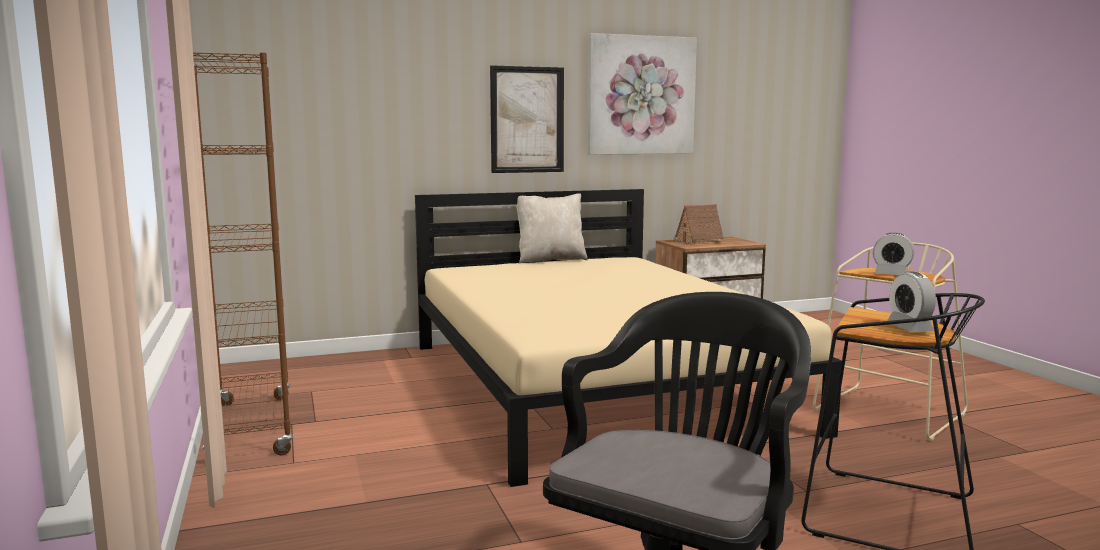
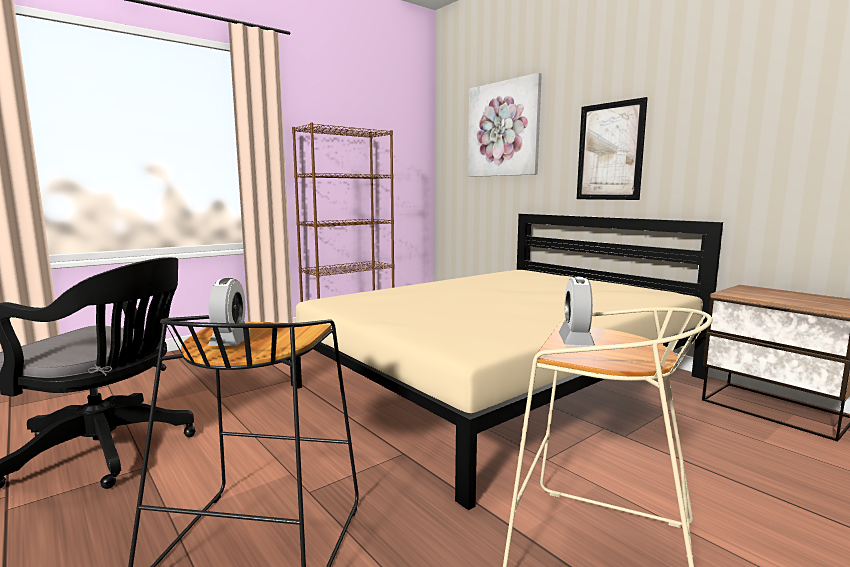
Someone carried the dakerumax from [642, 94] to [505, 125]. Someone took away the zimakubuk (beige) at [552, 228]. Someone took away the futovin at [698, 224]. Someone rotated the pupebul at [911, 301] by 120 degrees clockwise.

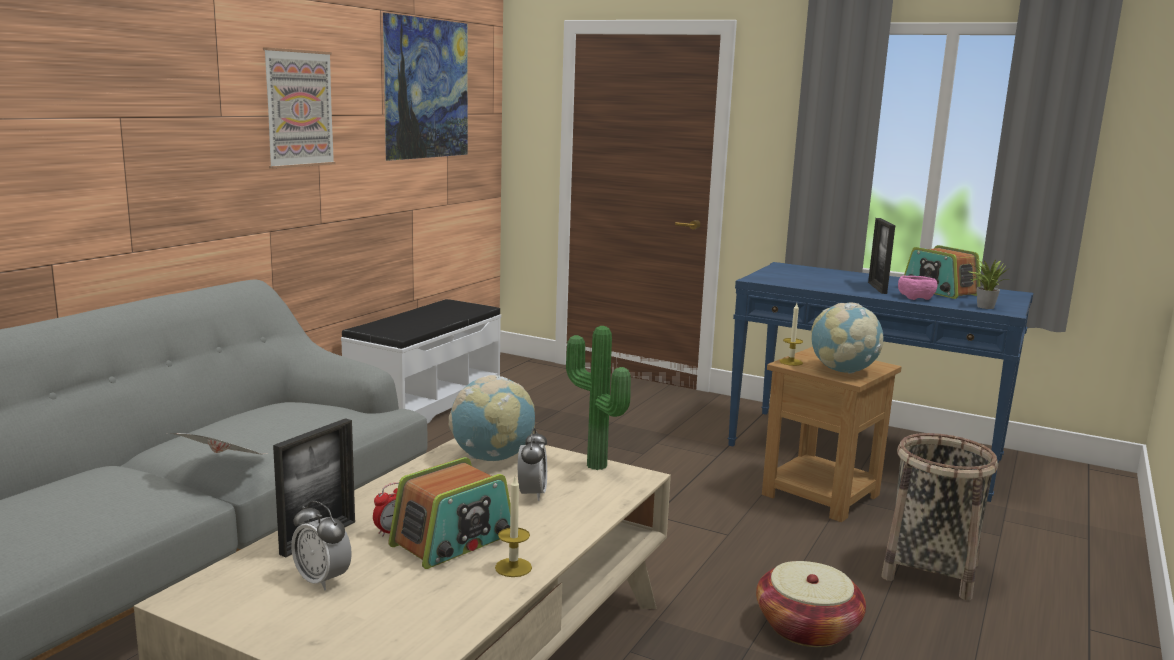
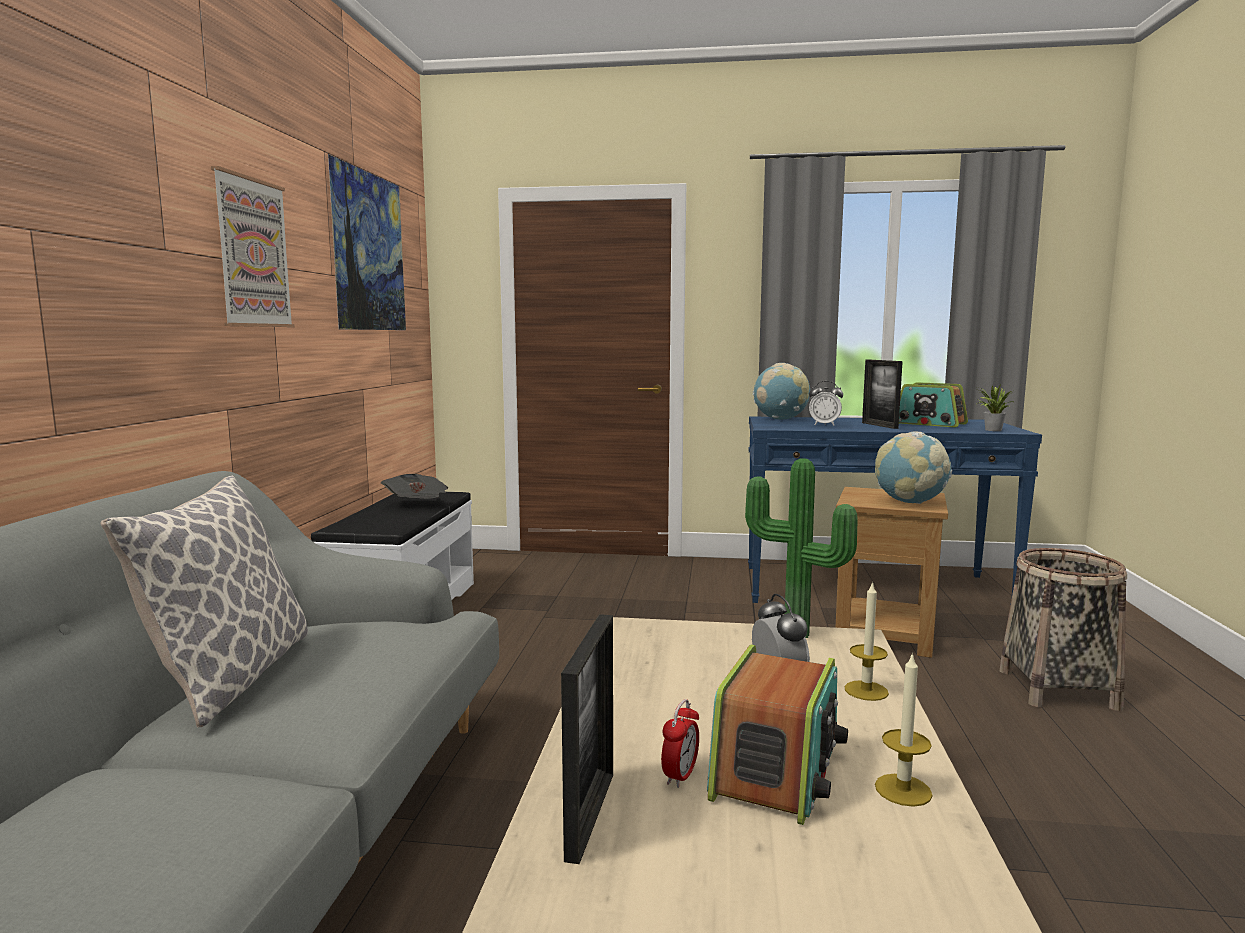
Someone took away the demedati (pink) at [917, 287]. Someone carried the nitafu from [791, 334] to [867, 641]. Someone carried the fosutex from [492, 418] to [781, 391]. Someone carried the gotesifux from [220, 443] to [415, 486]. Someone carried the pupebul from [321, 546] to [826, 403]. Someone took away the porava at [811, 604]. Someone put down the zimakubuk at [204, 602].

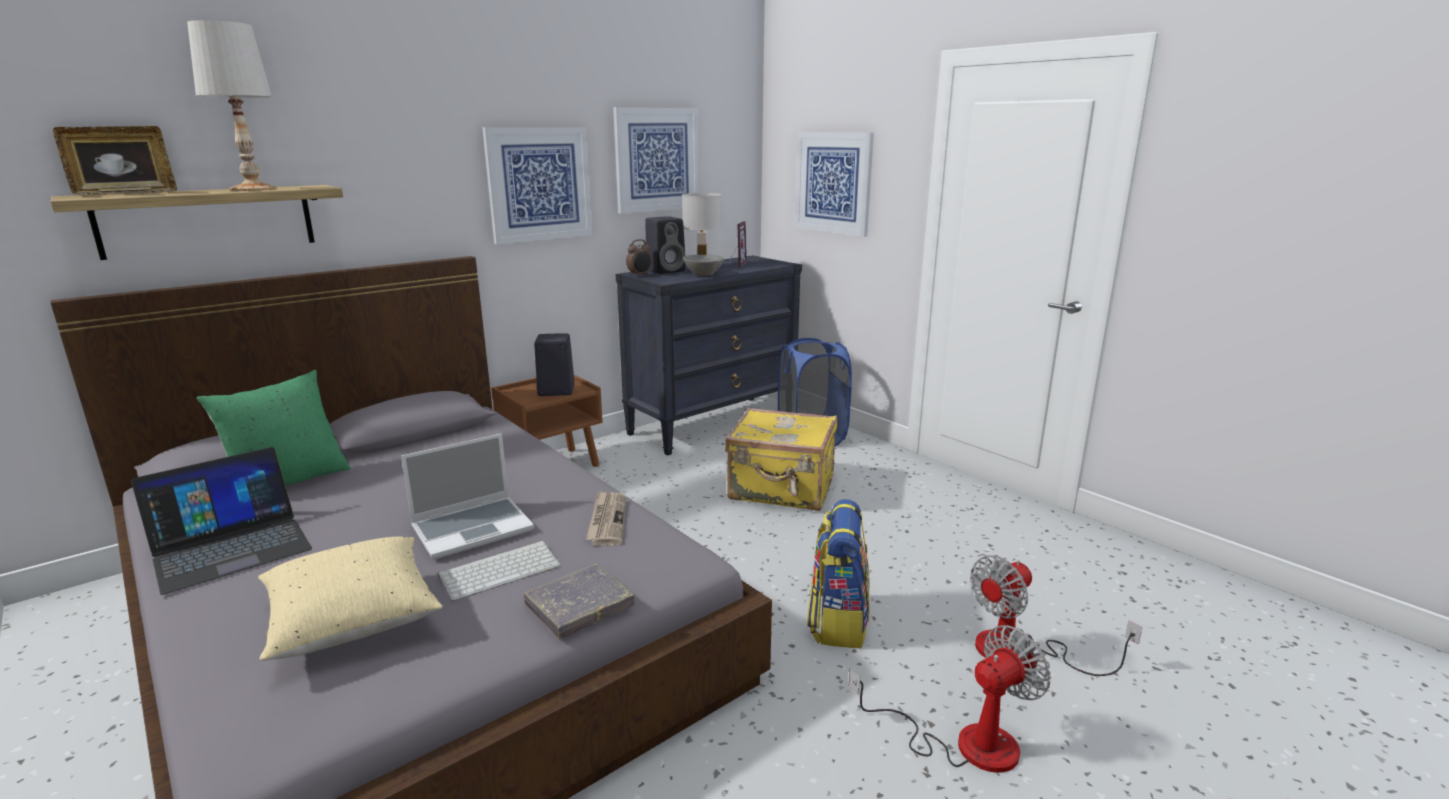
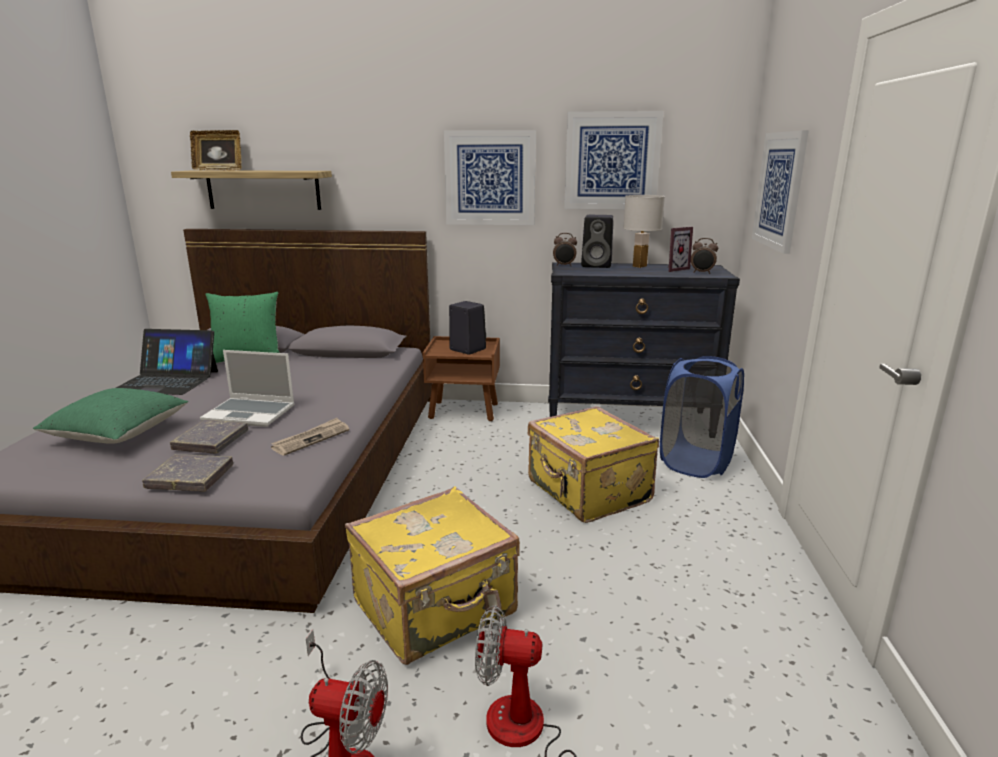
Someone took away the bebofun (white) at [232, 105]. Someone took away the demedati (grey) at [703, 265]. Someone swapped the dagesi at [838, 573] for the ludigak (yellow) at [432, 575]. Someone repainted the zimakubuk (beige) at [350, 599], which became the zimakubuk (green) at [110, 416]. Someone swapped the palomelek at [499, 571] for the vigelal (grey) at [209, 436]. Someone put down the pupebul at [704, 256].

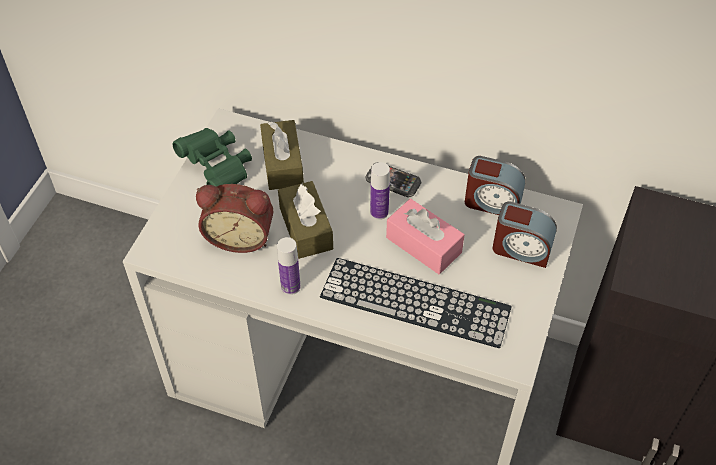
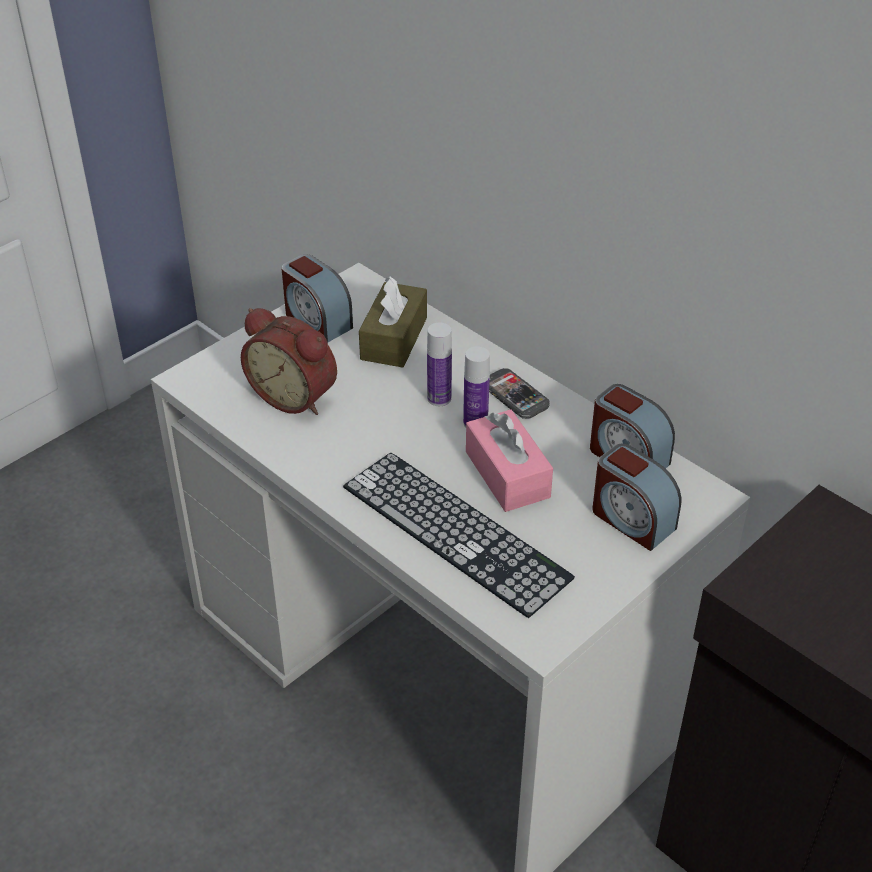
Someone swapped the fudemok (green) at [212, 157] for the pupebul at [317, 298]. Someone took away the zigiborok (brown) at [305, 220]. Someone carried the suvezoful from [289, 266] to [439, 364].

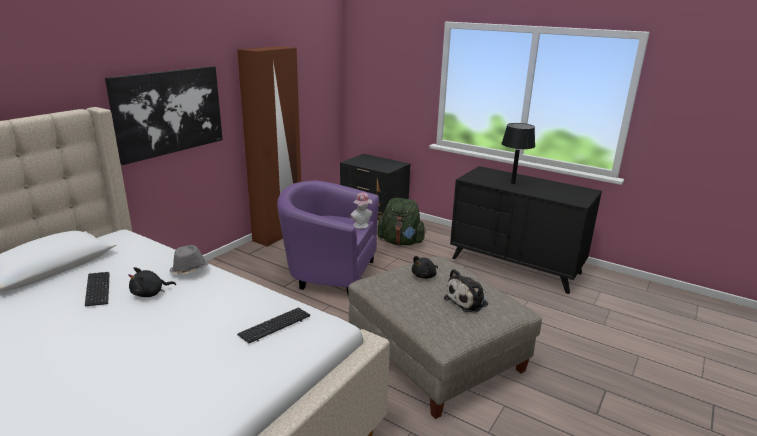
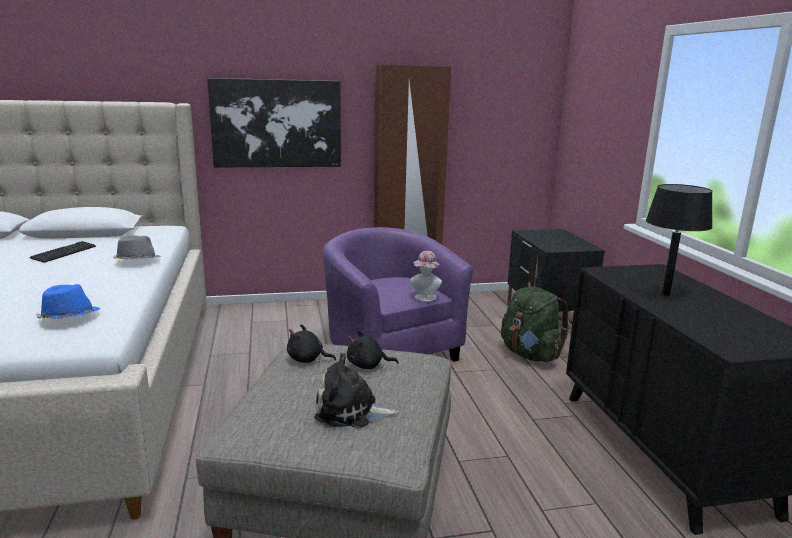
Someone carried the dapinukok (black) from [152, 282] to [311, 343]. Someone swapped the palomelek at [273, 325] for the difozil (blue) at [68, 302].

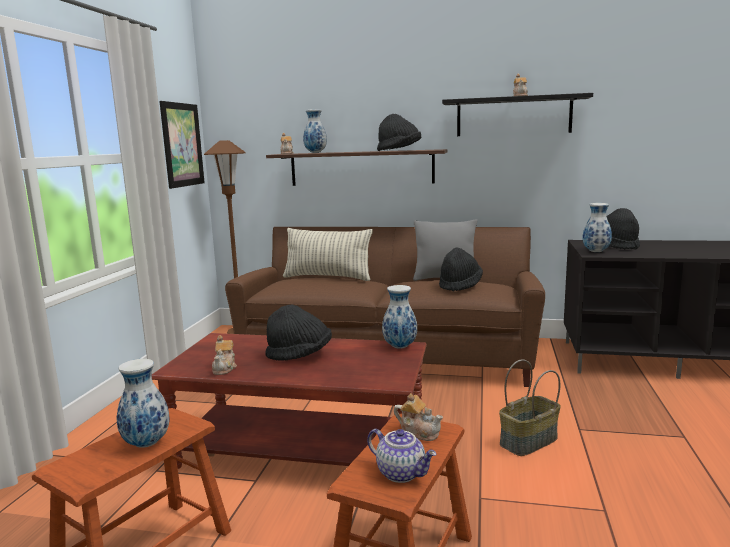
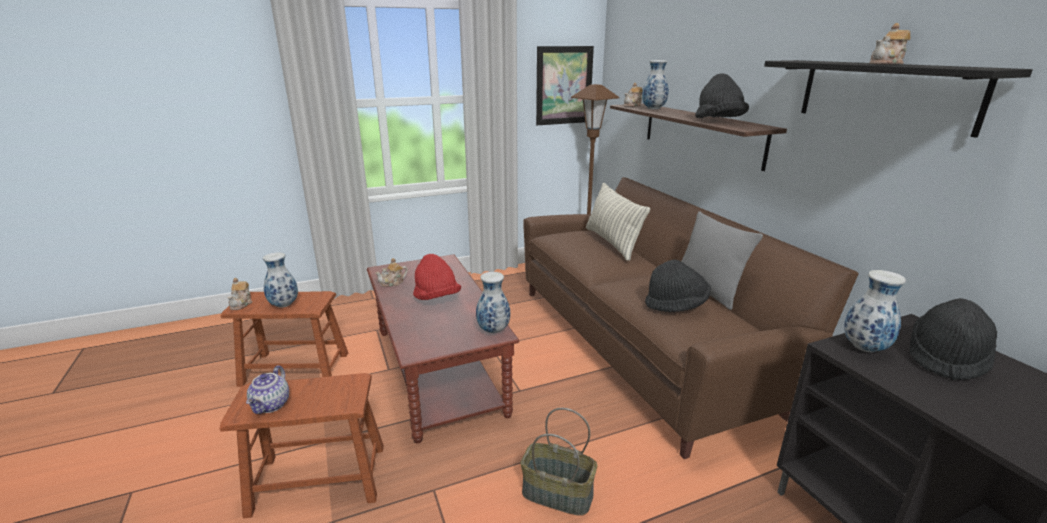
Someone repainted the difozil (black) at [299, 332], which became the difozil (red) at [437, 277]. Someone carried the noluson from [418, 417] to [240, 294].

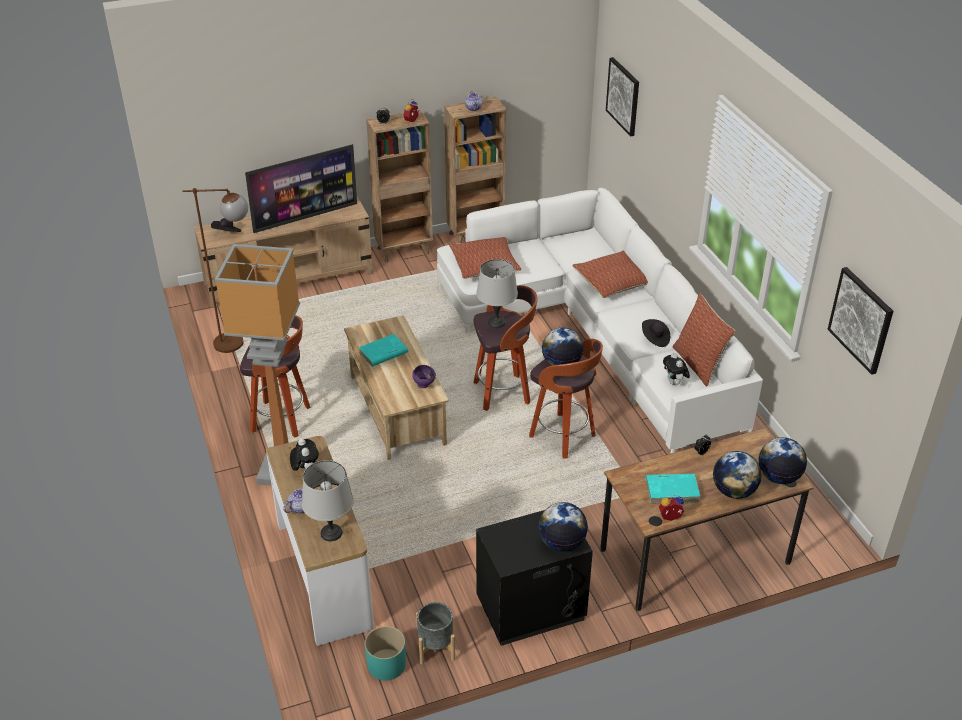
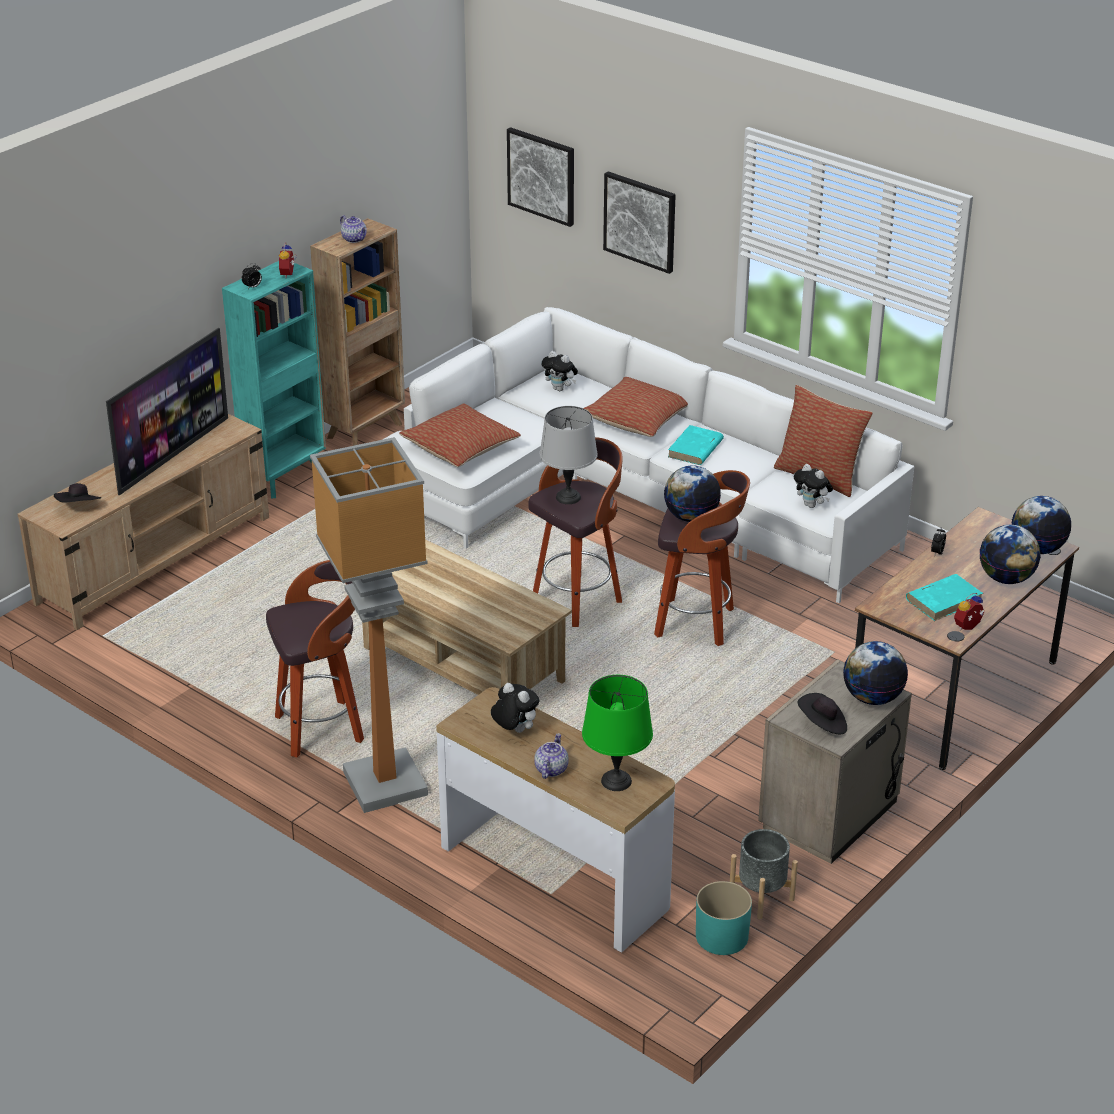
Someone repainted the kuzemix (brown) at [399, 186], which became the kuzemix (turquoise) at [274, 379]. Someone took away the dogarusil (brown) at [215, 270]. Someone carried the dakerumax from [860, 321] to [639, 222]. Someone carried the difozil (black) from [656, 333] to [822, 713]. Someone carried the vigelal (turquoise) from [383, 350] to [696, 445]. Someone took away the demedati (purple) at [424, 376]. Someone repainted the bebofun (grey) at [328, 500], which became the bebofun (green) at [617, 733]. Someone repainted the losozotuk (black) at [534, 578], which became the losozotuk (beige) at [835, 761]. Someone put down the dapinukok at [559, 371].

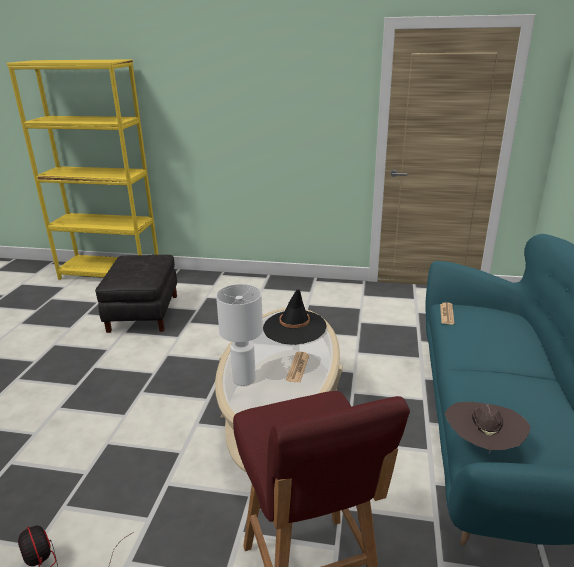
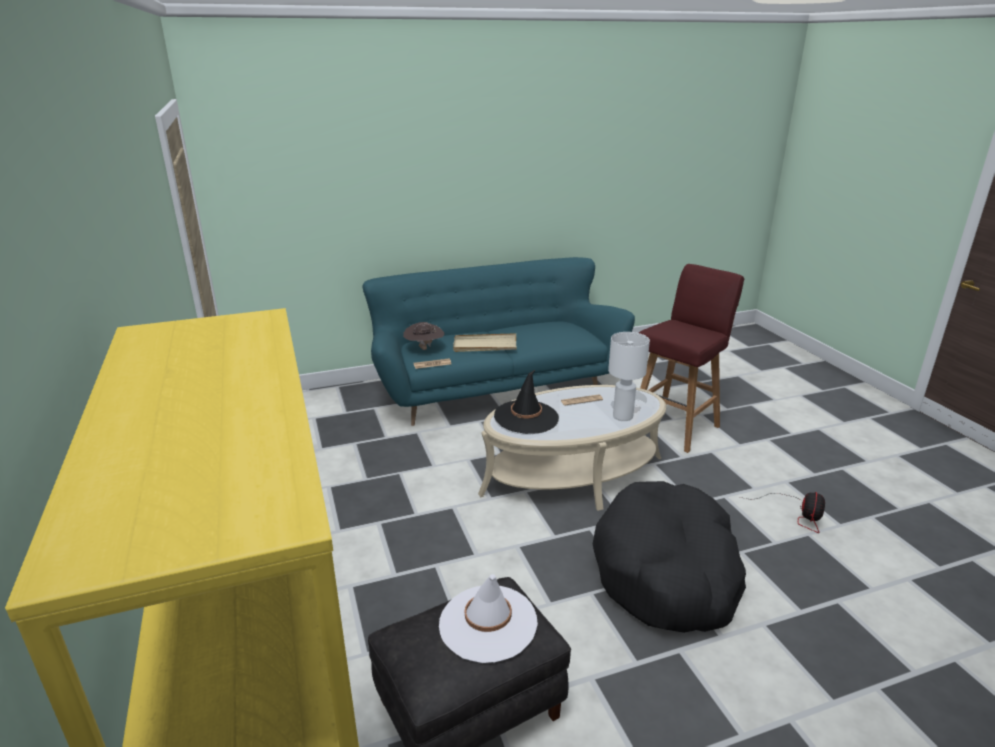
Someone carried the difozil (brown) from [487, 428] to [423, 336]. Someone put down the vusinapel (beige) at [485, 342]. Someone put down the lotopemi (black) at [669, 557]. Someone put down the difozil (white) at [488, 618].

